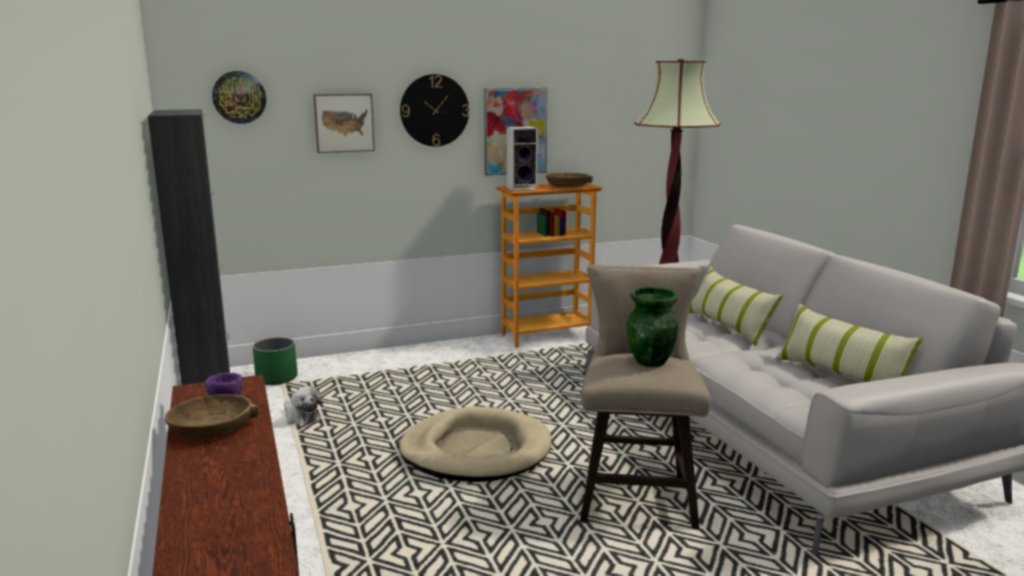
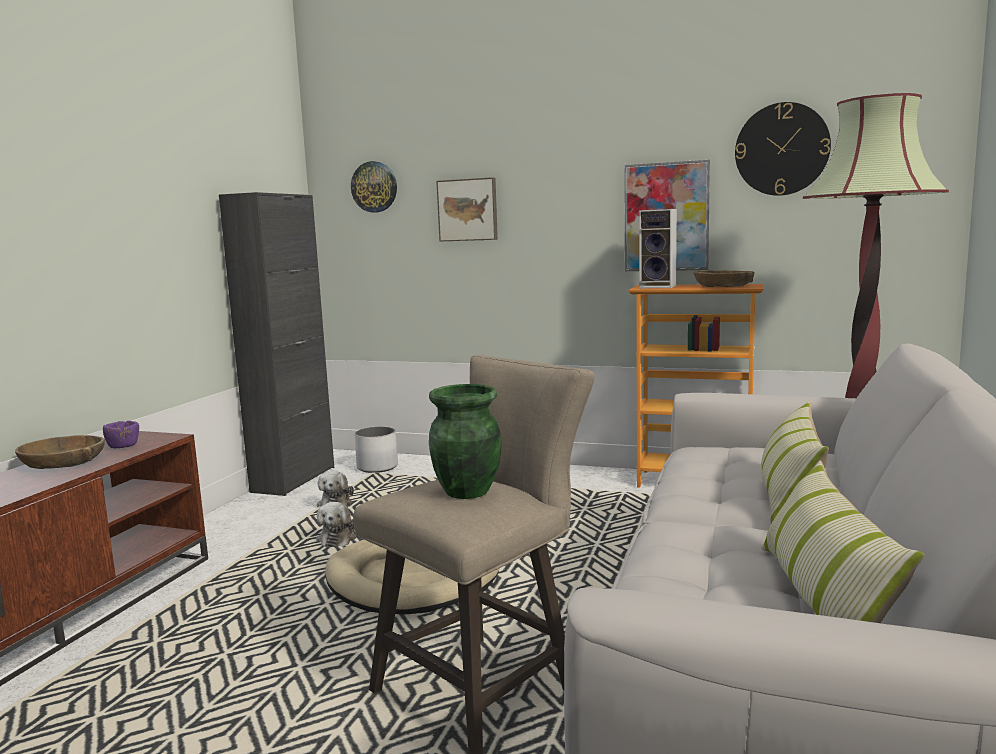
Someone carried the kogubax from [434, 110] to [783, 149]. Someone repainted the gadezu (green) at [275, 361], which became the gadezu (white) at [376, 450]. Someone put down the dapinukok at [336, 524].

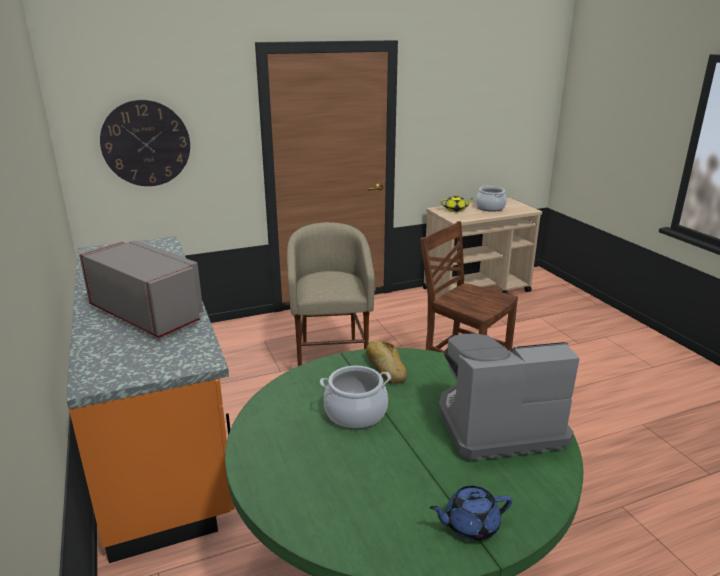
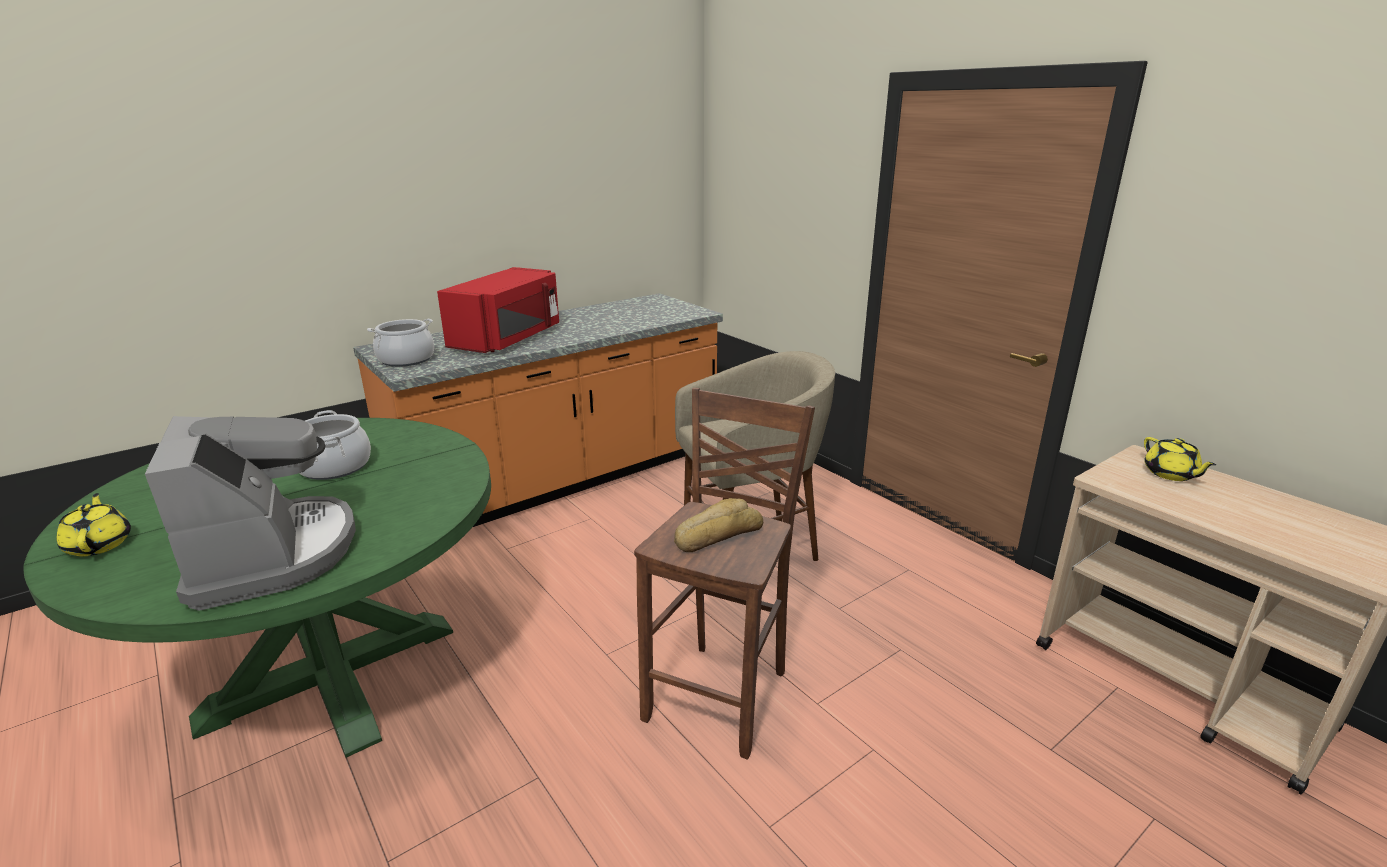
Someone took away the kogubax at [145, 143]. Someone carried the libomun from [491, 198] to [400, 343]. Someone repainted the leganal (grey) at [141, 289], which became the leganal (red) at [498, 310]. Someone carried the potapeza from [386, 362] to [718, 525]. Someone repainted the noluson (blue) at [470, 513], which became the noluson (yellow) at [94, 524].

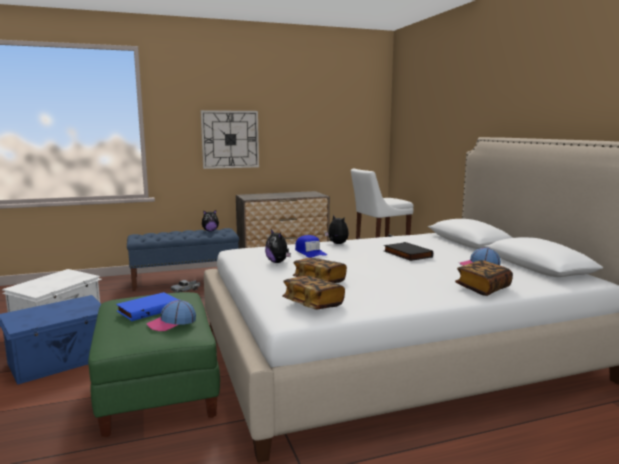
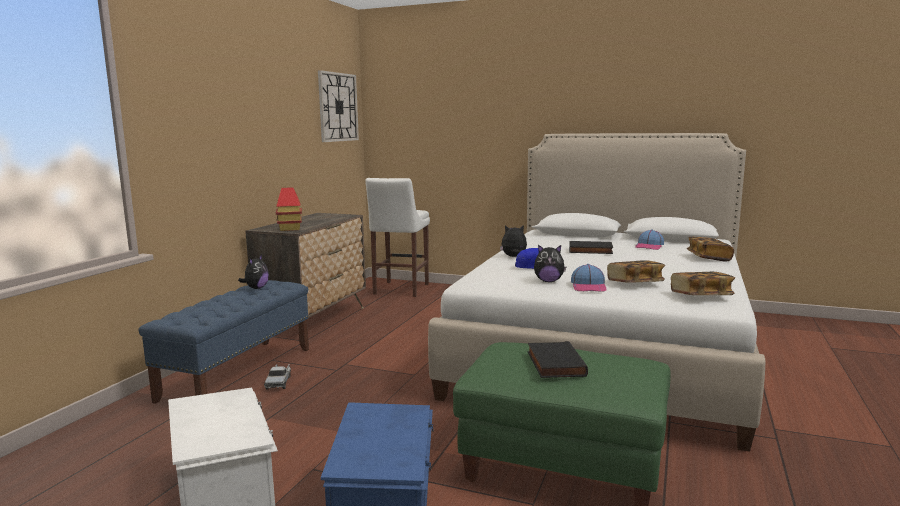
Someone carried the kogubax from [230, 139] to [338, 106]. Someone repainted the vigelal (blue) at [147, 306], which became the vigelal (black) at [558, 359]. Someone carried the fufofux from [171, 315] to [588, 278]. Someone put down the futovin at [289, 209].

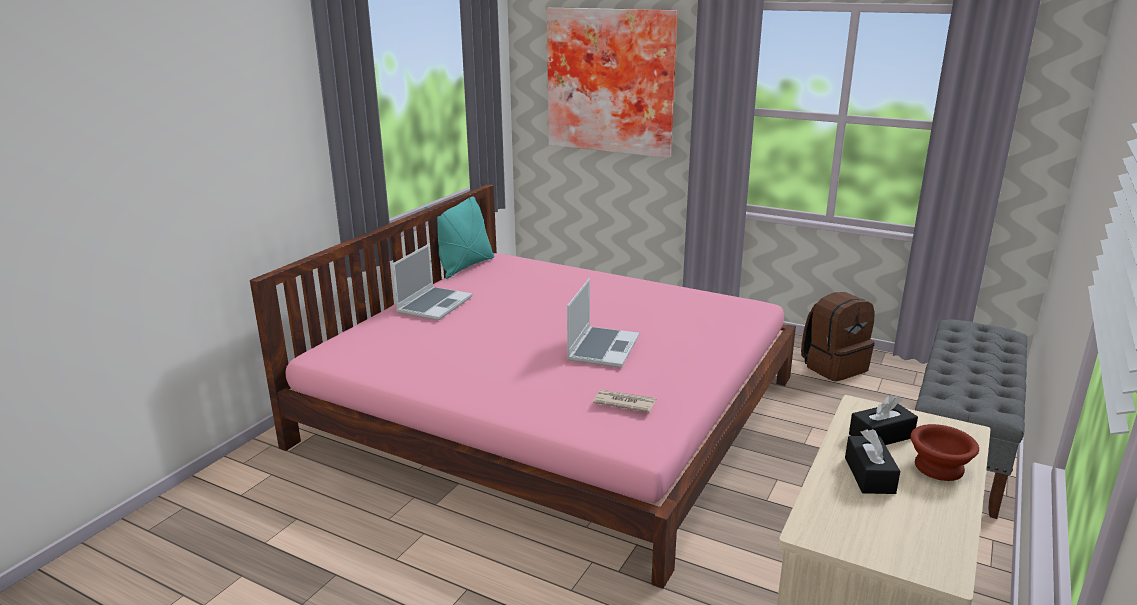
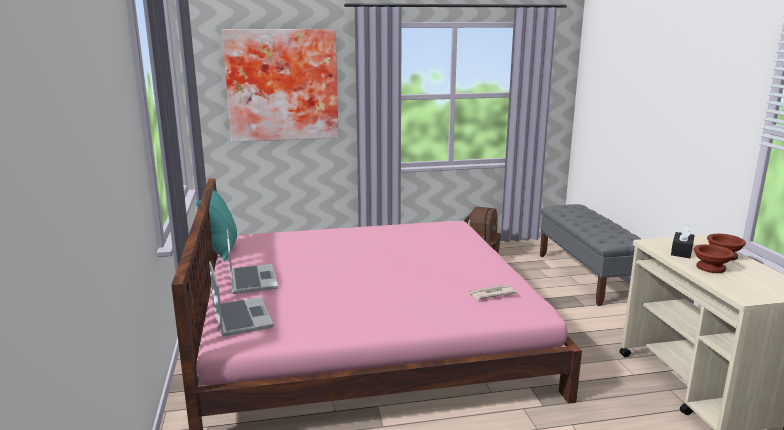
Someone carried the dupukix from [603, 323] to [241, 299]. Someone swapped the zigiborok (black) at [872, 461] for the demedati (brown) at [714, 258].

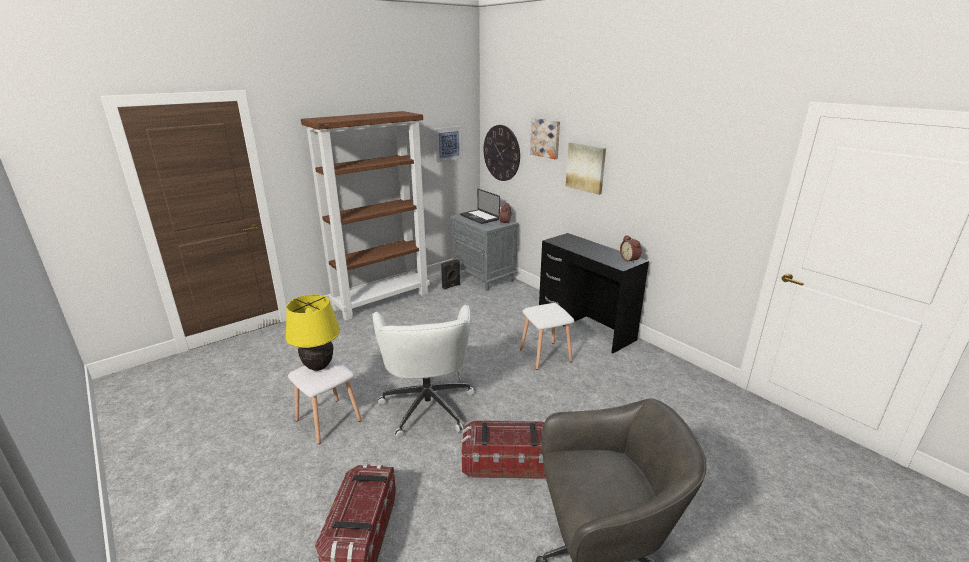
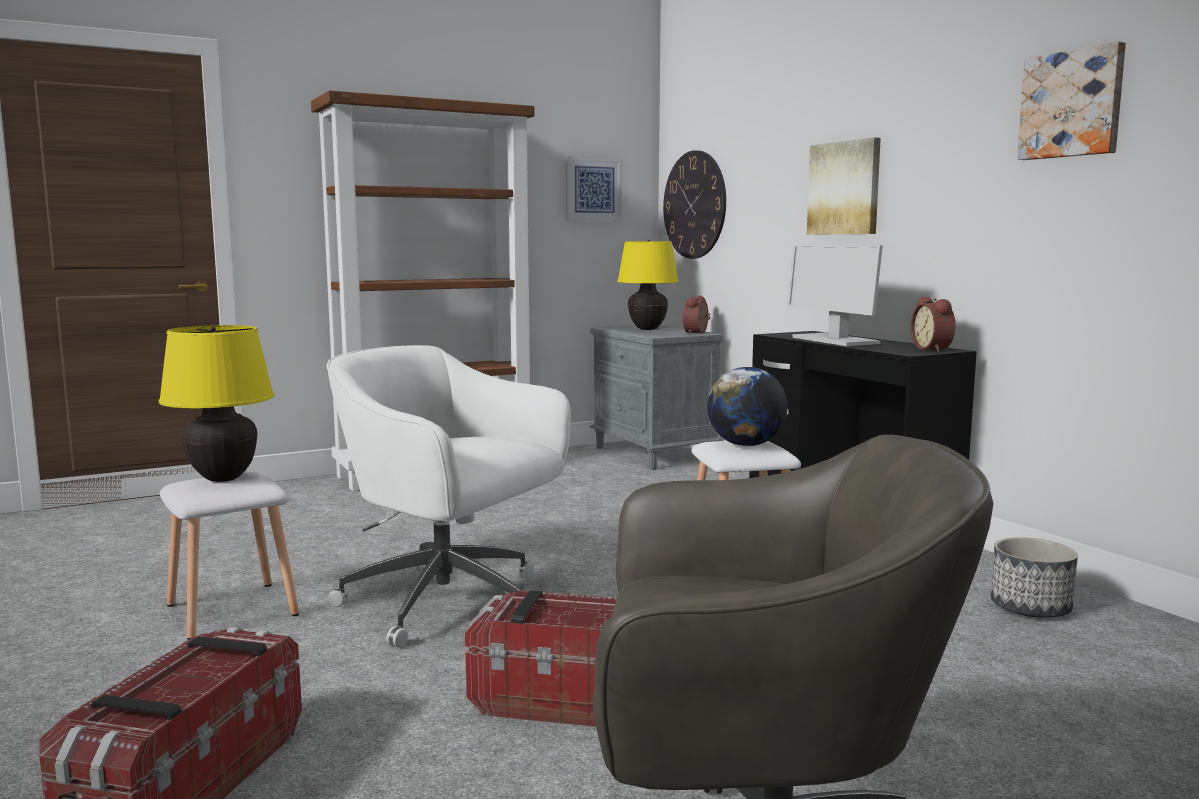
Someone carried the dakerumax from [545, 138] to [1071, 100]. Someone swapped the dupukix at [480, 206] for the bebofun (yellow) at [648, 285]. Someone took away the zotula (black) at [450, 274]. Someone rotated the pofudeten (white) at [424, 371] by 120 degrees clockwise. Someone put down the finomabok at [835, 295]. Someone put down the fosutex at [747, 406]. Someone put down the gadezu at [1034, 577].

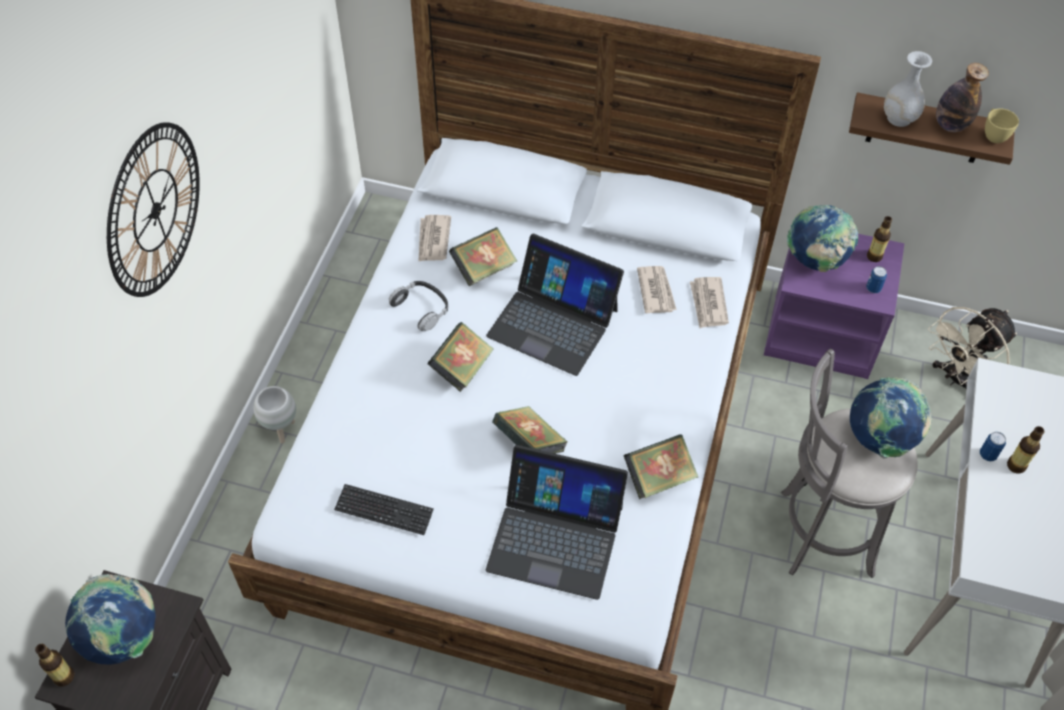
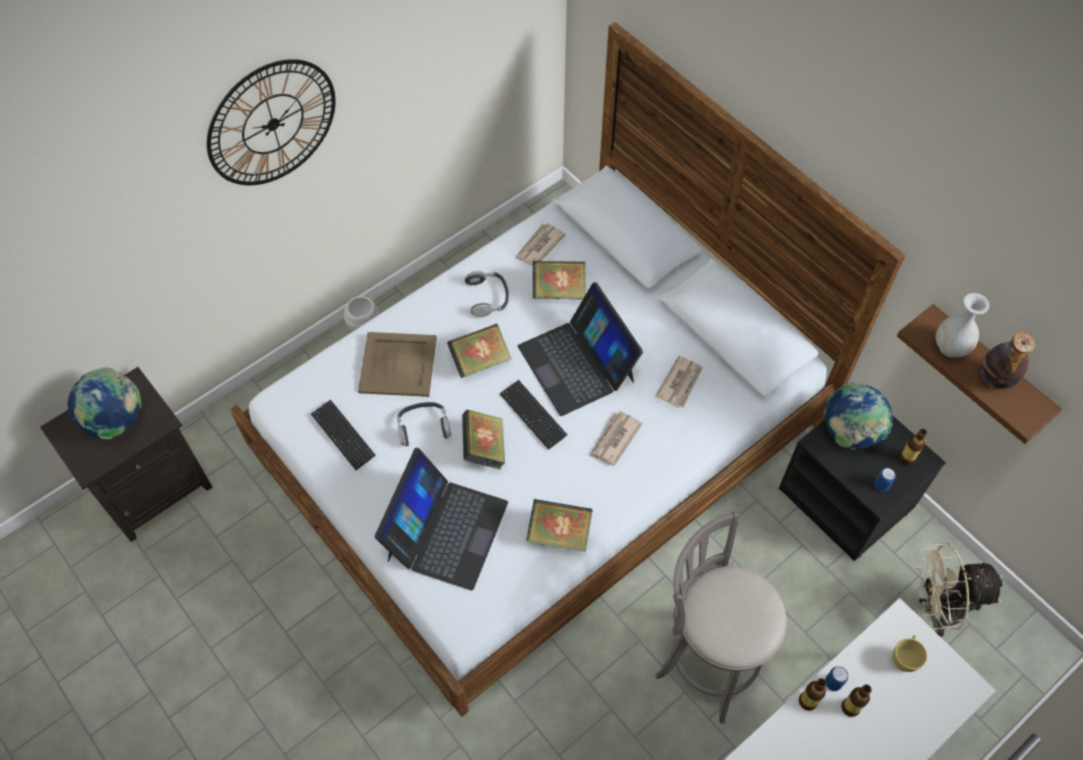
Someone carried the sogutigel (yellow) from [1002, 125] to [910, 653]. Someone repainted the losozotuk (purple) at [834, 306], which became the losozotuk (black) at [862, 488]. Someone carried the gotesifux from [709, 302] to [616, 438]. Someone took away the fosutex at [891, 418]. Someone rotated the dupukix at [557, 522] by 120 degrees counterclockwise. Someone carried the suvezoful from [54, 665] to [813, 694]. Someone put down the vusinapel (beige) at [397, 364]. Someone put down the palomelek at [533, 415]. Someone put down the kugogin at [424, 424].

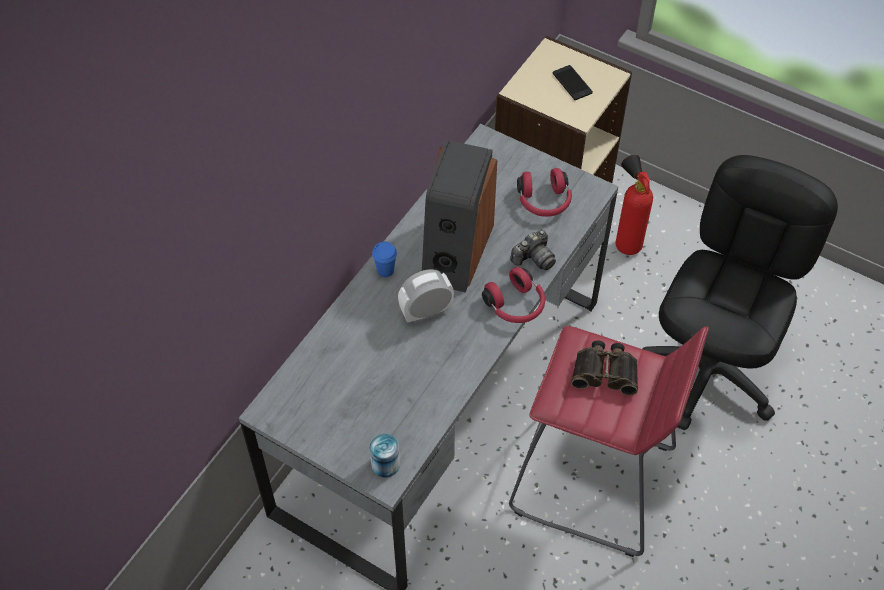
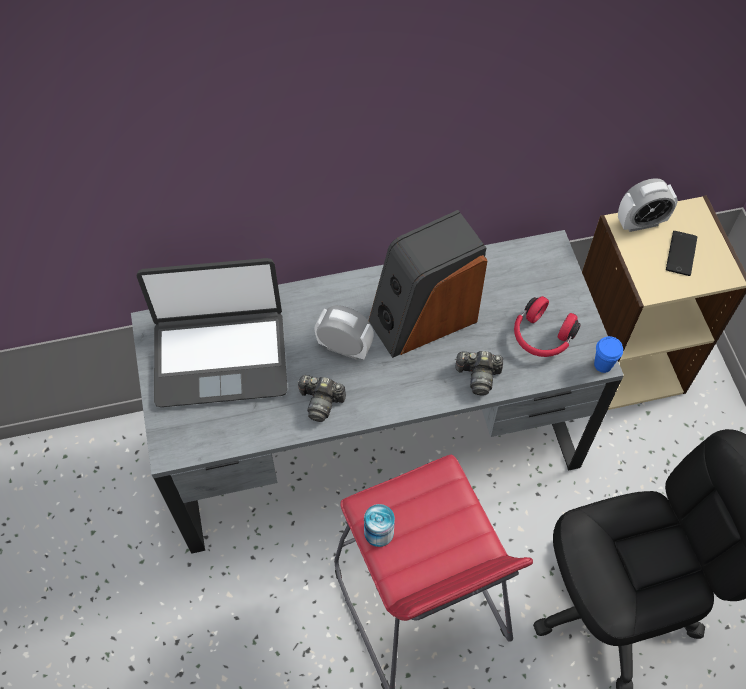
Someone took away the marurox at [634, 205]. Someone carried the sogutigel (blue) from [384, 259] to [608, 354]. Someone took away the kugogin (red) at [513, 295]. Someone took away the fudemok at [604, 368]. Someone carried the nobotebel from [384, 456] to [379, 525]. Someone put down the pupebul at [648, 205]. Someone put down the dupukix at [211, 332]. Someone put down the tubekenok at [321, 398].

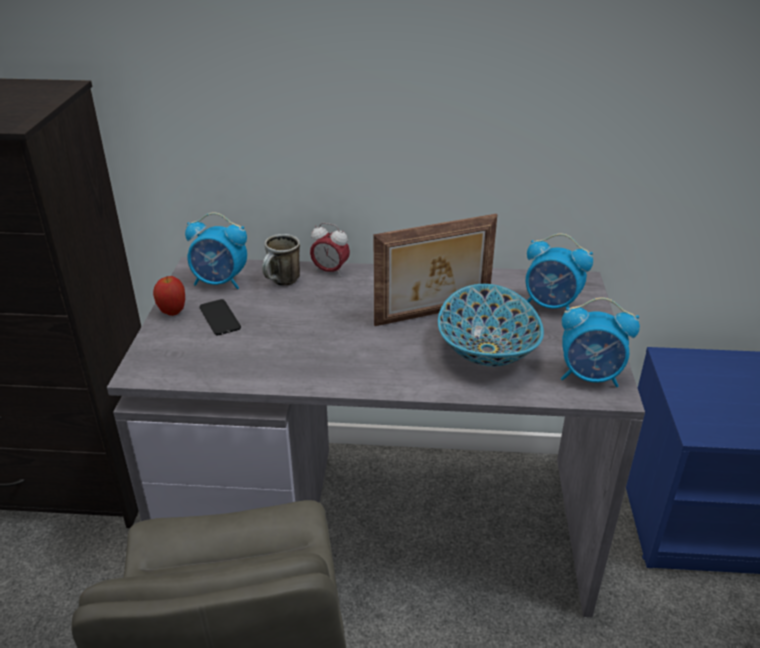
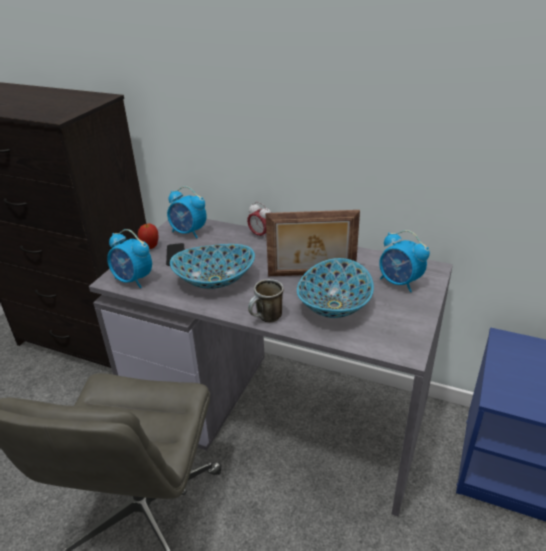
Someone carried the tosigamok from [281, 260] to [266, 300]. Someone carried the pupebul from [600, 342] to [129, 258]. Someone put down the demedati at [212, 266].

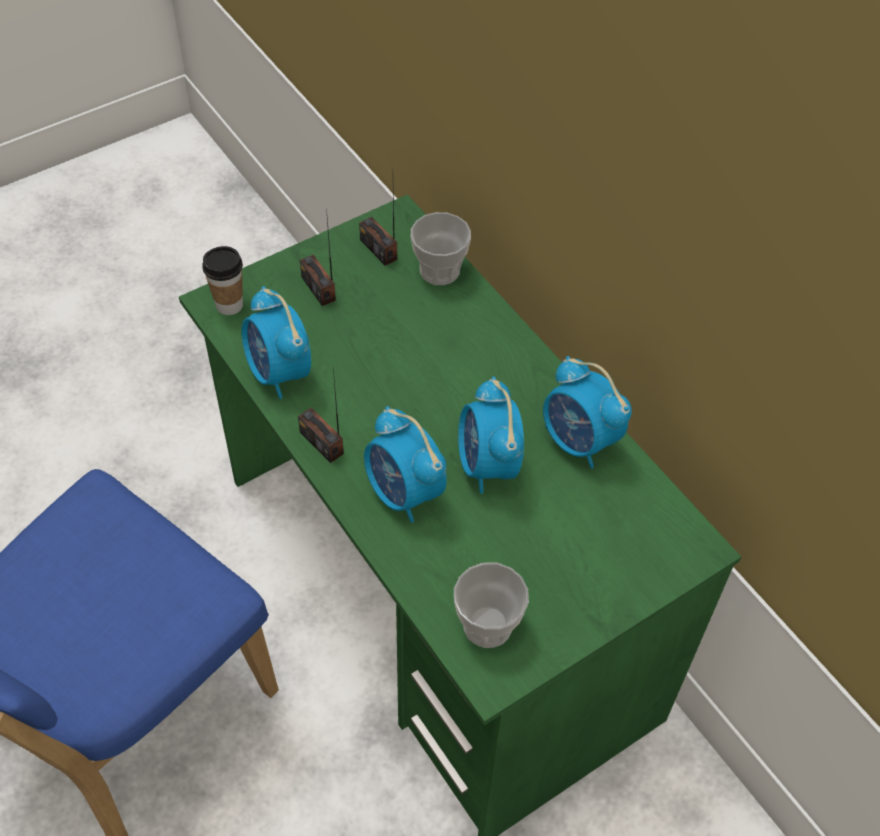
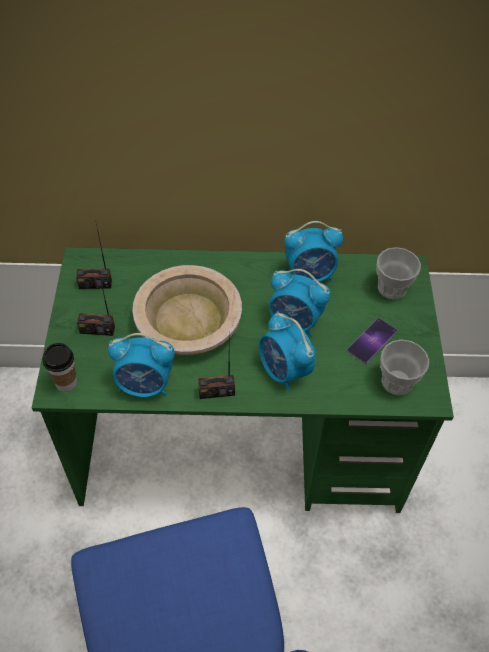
Someone carried the sogutigel from [441, 248] to [398, 273]. Someone rotated the pupebul at [405, 464] by 60 degrees clockwise. Someone put down the demedati (beige) at [187, 310]. Someone put down the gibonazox at [372, 341].

